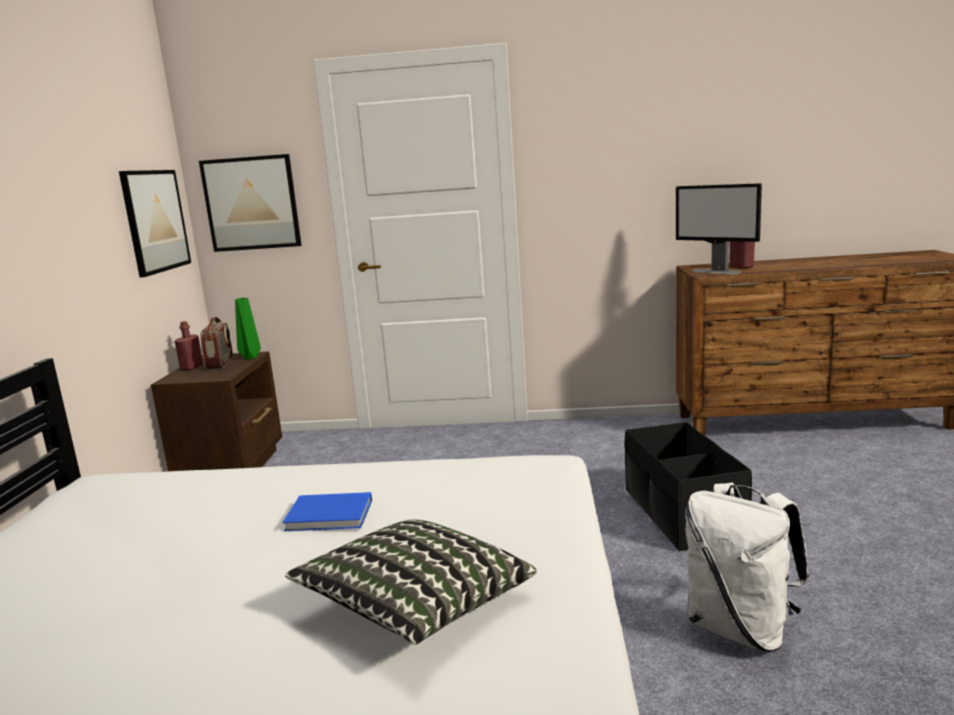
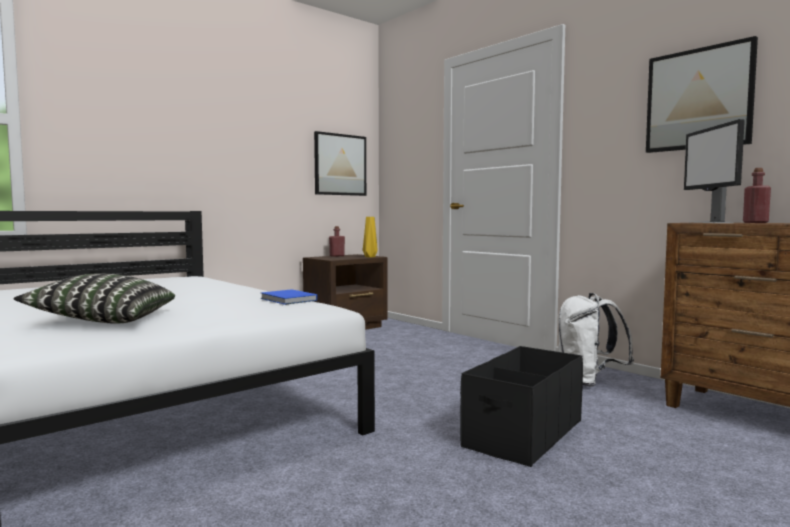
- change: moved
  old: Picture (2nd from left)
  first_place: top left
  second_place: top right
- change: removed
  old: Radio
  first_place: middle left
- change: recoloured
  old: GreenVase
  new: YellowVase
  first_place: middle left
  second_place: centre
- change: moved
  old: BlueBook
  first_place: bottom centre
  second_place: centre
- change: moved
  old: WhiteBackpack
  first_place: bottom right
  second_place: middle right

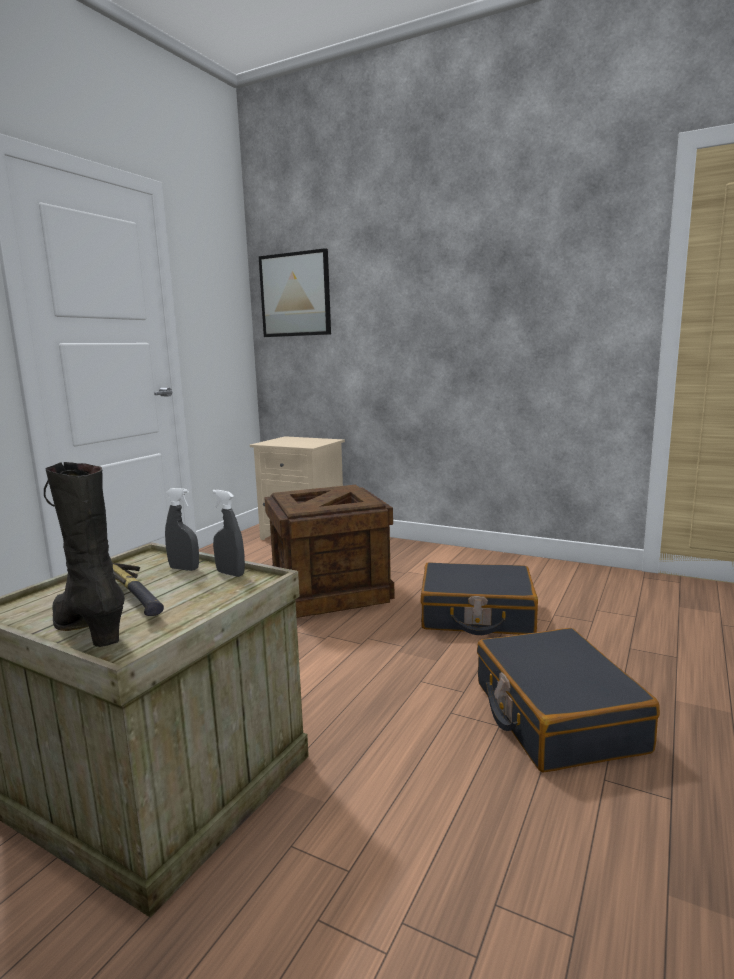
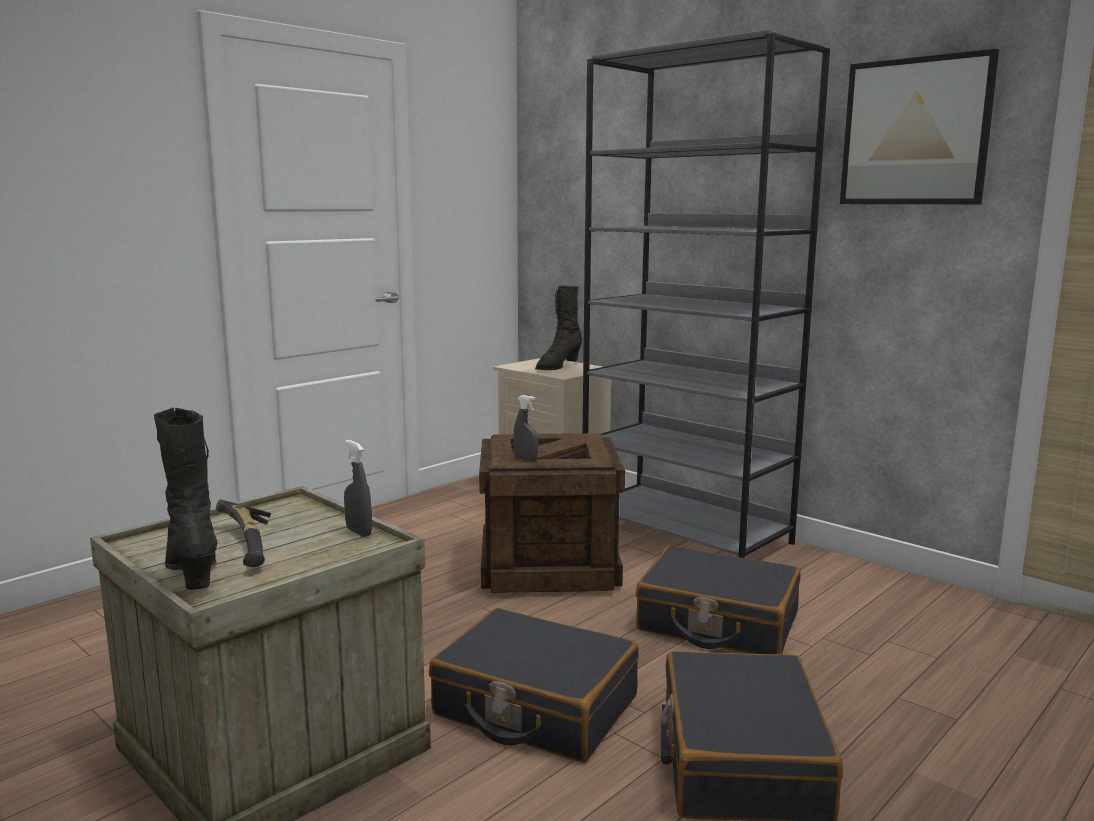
- change: moved
  old: GreySprayBottle (1st from left in the first image)
  new: GreySprayBottle (2nd from left)
  first_place: middle left
  second_place: centre
- change: moved
  old: Picture
  first_place: top centre
  second_place: top right
- change: added
  new: BlackSuitcase (1st from left)
  second_place: bottom centre
- change: added
  new: BlackBoot (2nd from left)
  second_place: centre
- change: added
  new: GreyBookcase
  second_place: centre

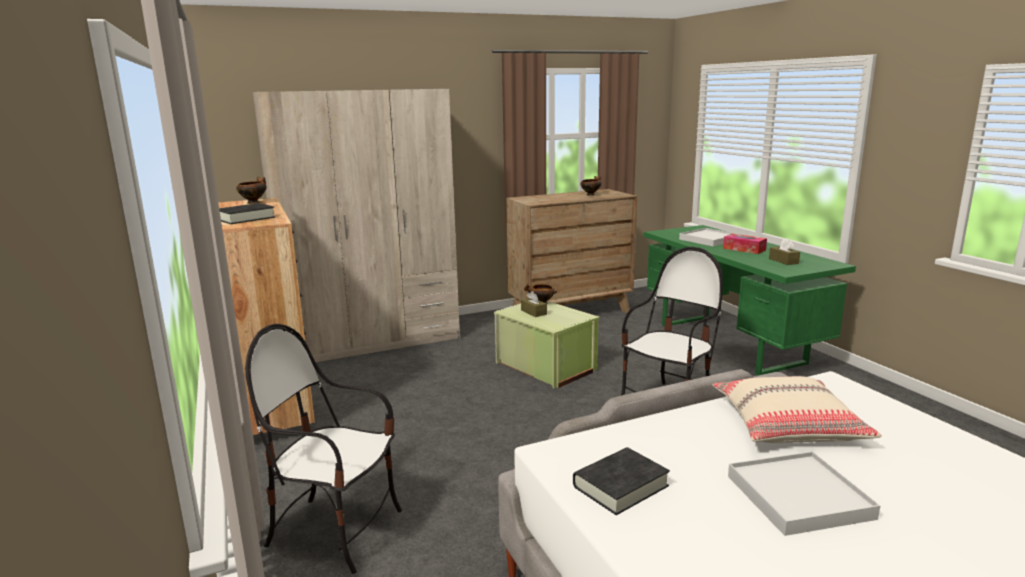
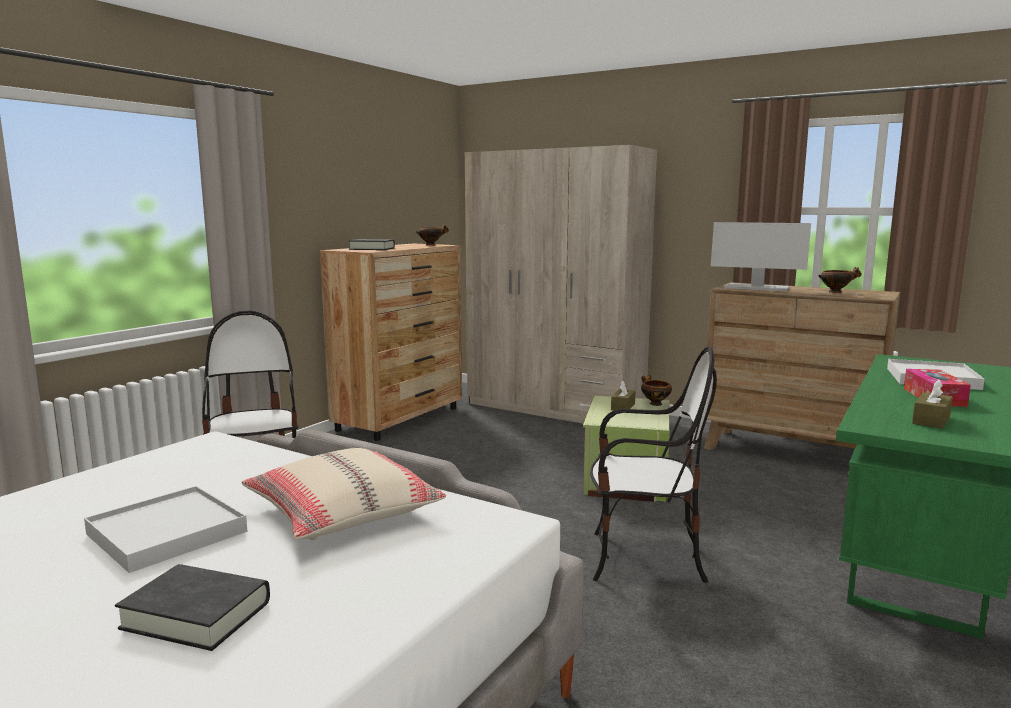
- change: moved
  old: BlackBook (2nd from left in the first image)
  new: BlackBook (1st from left)
  first_place: bottom centre
  second_place: bottom left
- change: added
  new: Monitor
  second_place: middle right

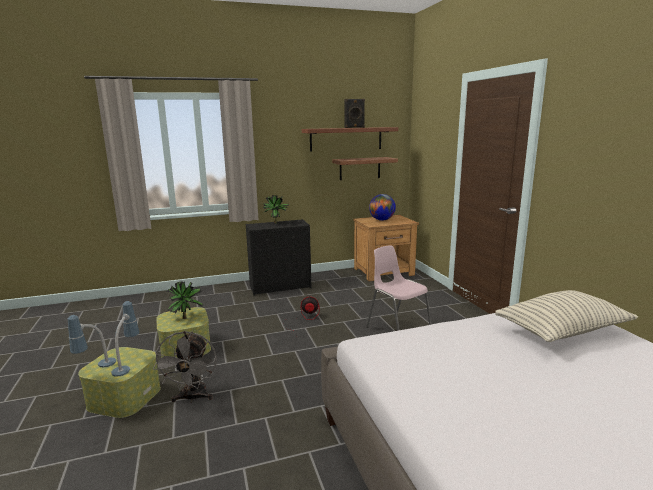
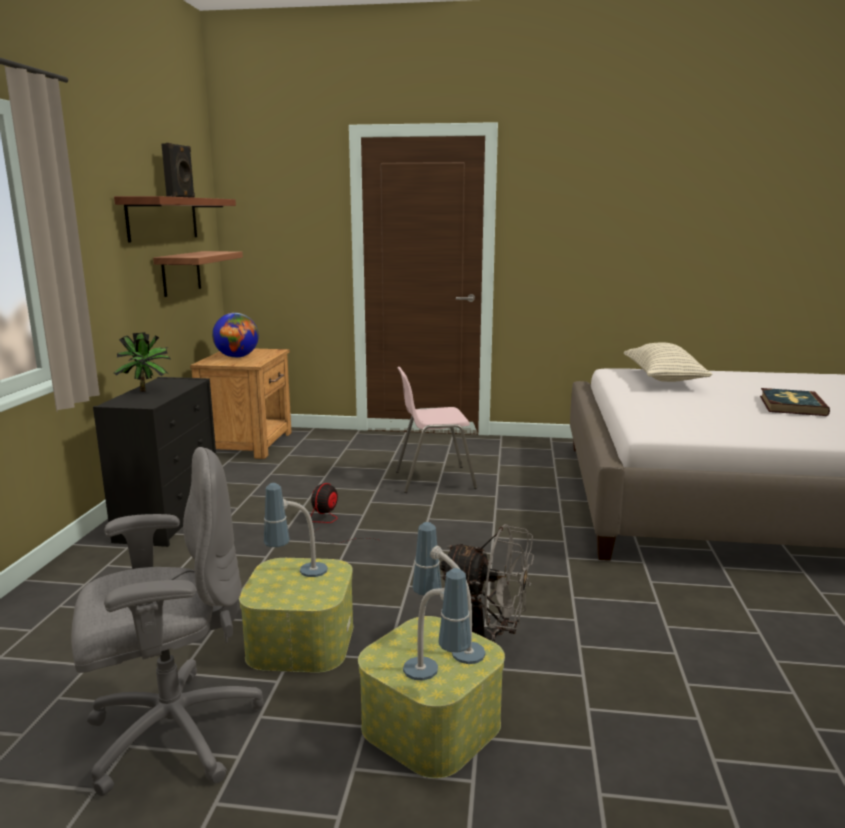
- change: replaced
  old: PottedPlant (1st from left)
  new: TableLamp (1st from left)
  first_place: middle left
  second_place: centre
- change: added
  new: GreyOfficeChair
  second_place: bottom left
- change: added
  new: Book
  second_place: middle right

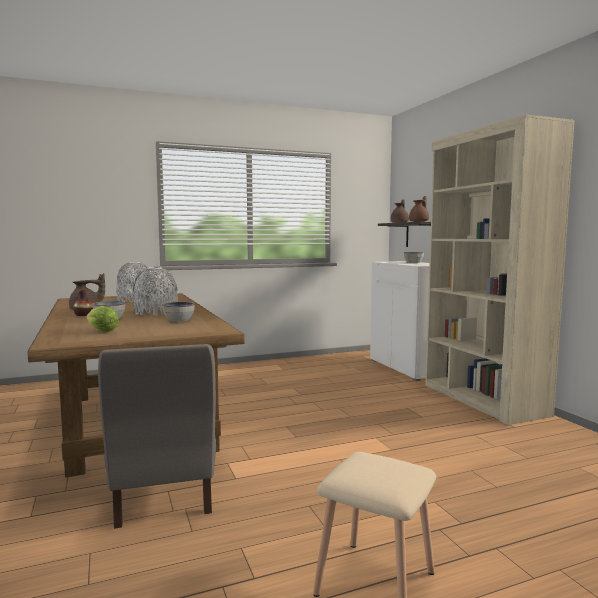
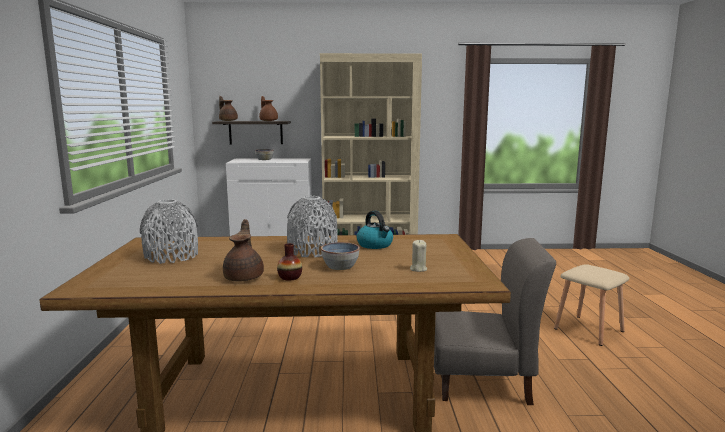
- change: replaced
  old: Lettuce
  new: BeigeCandle
  first_place: middle left
  second_place: centre
- change: replaced
  old: Bowl (2nd from left)
  new: Kettle
  first_place: middle left
  second_place: centre

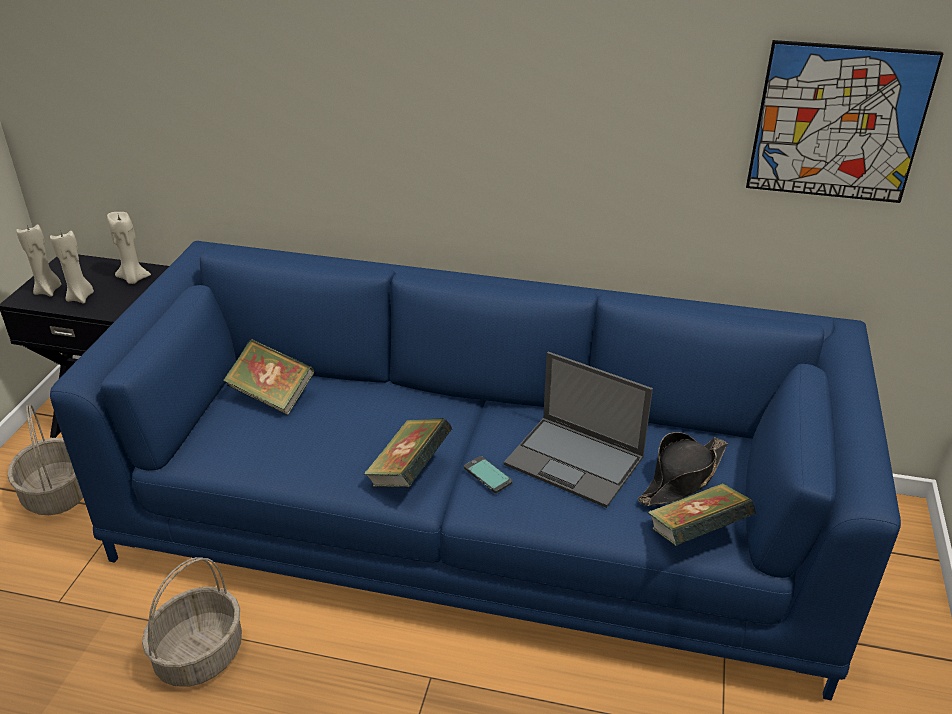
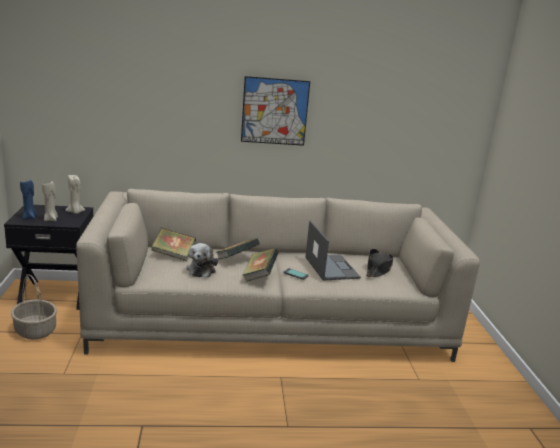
- change: recoloured
  old: BeigeCandle (1st from left)
  new: BlueCandle
  first_place: middle left
  second_place: middle left
- change: recoloured
  old: BlueSofa
  new: BeigeSofa
  first_place: centre
  second_place: centre
- change: removed
  old: Basket (2nd from left)
  first_place: bottom left
- change: turned
  old: Laptop
  first_place: centre
  second_place: centre
  degrees: -120
- change: moved
  old: Book (3rd from left in the first image)
  new: Book (2nd from left)
  first_place: bottom right
  second_place: centre
- change: moved
  old: Picture
  first_place: top right
  second_place: top centre
- change: added
  new: PlushToy
  second_place: centre

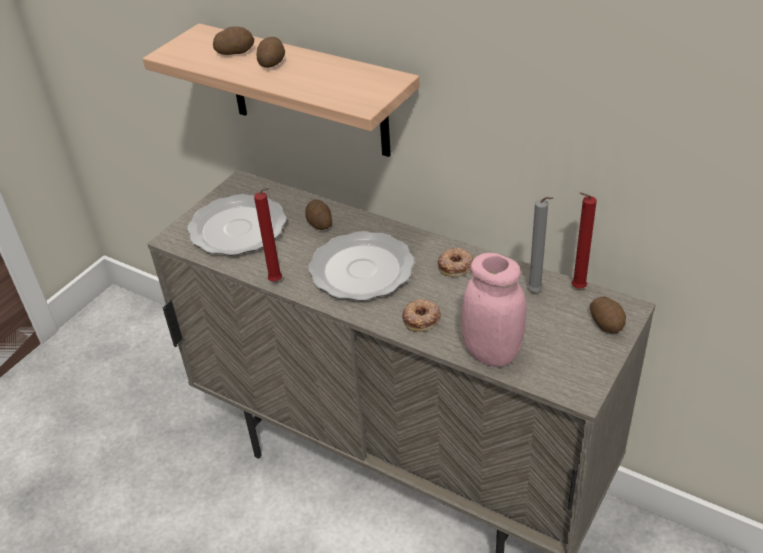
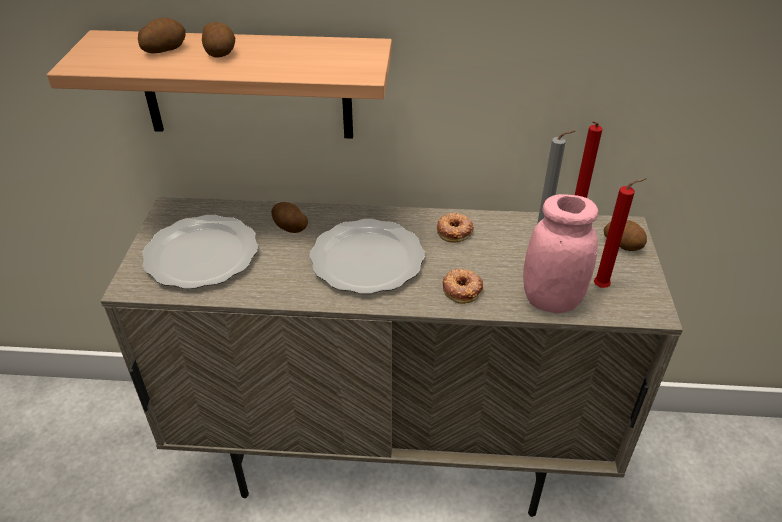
- change: moved
  old: RedCandle (1st from left in the first image)
  new: RedCandle (2nd from left)
  first_place: centre
  second_place: middle right

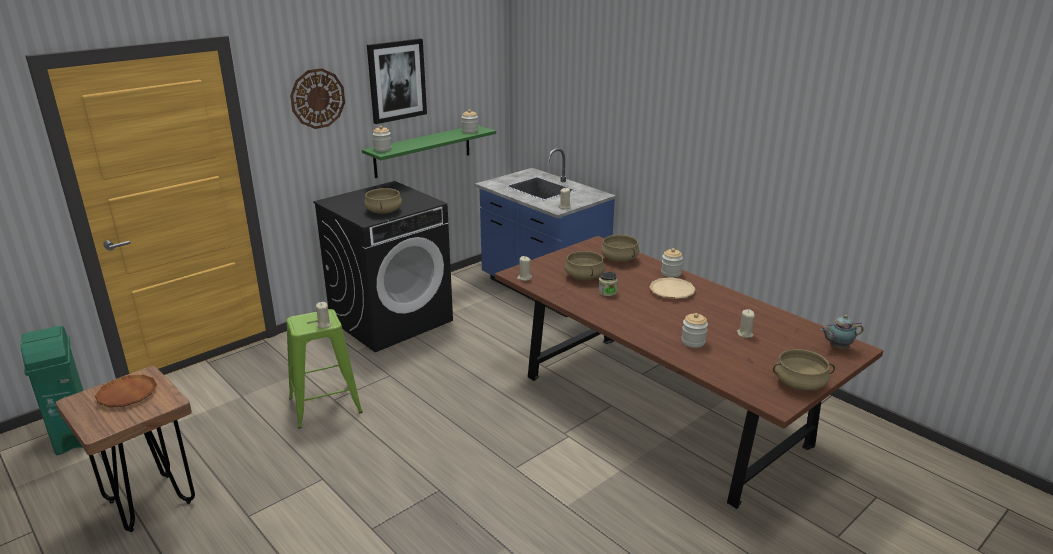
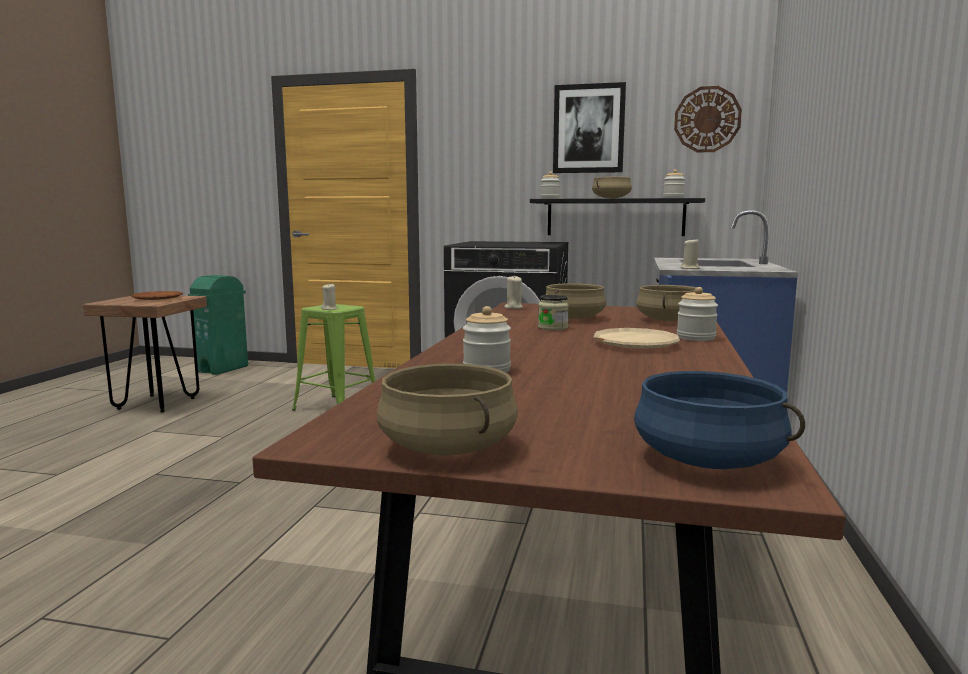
- change: moved
  old: WallClock
  first_place: top left
  second_place: top right
- change: recoloured
  old: GreenShelf
  new: BlackShelf
  first_place: top centre
  second_place: top centre
- change: moved
  old: BeigeCookingPot (1st from left in the first image)
  new: BeigeCookingPot (3rd from left)
  first_place: centre
  second_place: top centre
- change: removed
  old: BeigeCandle (4th from left)
  first_place: middle right
- change: replaced
  old: Teapot
  new: BlueCookingPot
  first_place: middle right
  second_place: middle right

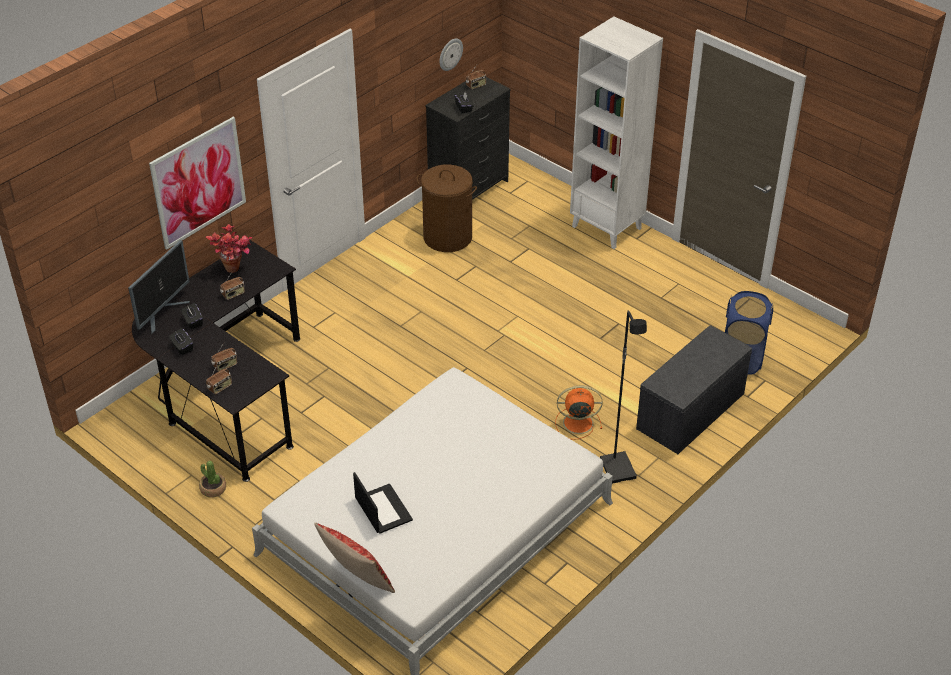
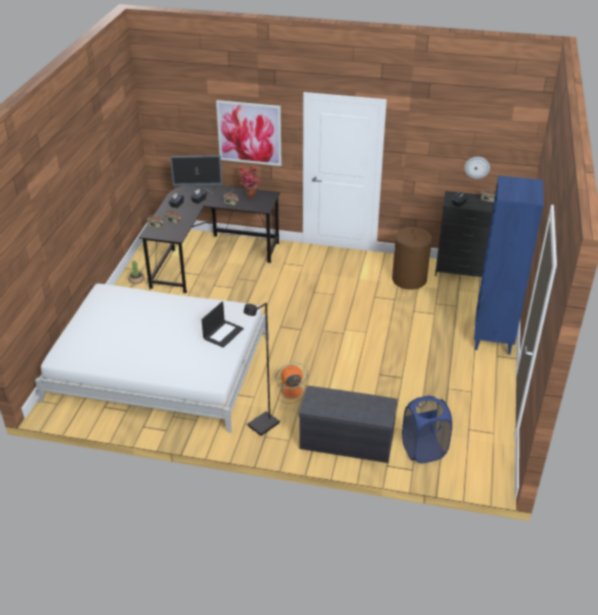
- change: removed
  old: Pillow
  first_place: bottom centre
- change: moved
  old: Laptop
  first_place: bottom centre
  second_place: centre
- change: turned
  old: OrangeFan
  first_place: centre
  second_place: centre
  degrees: -75
- change: recoloured
  old: WhiteBookcase
  new: BlueBookcase
  first_place: top centre
  second_place: middle right

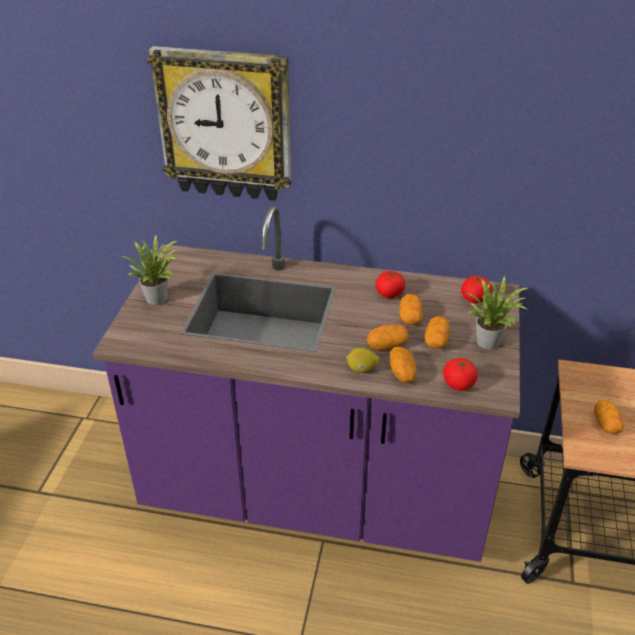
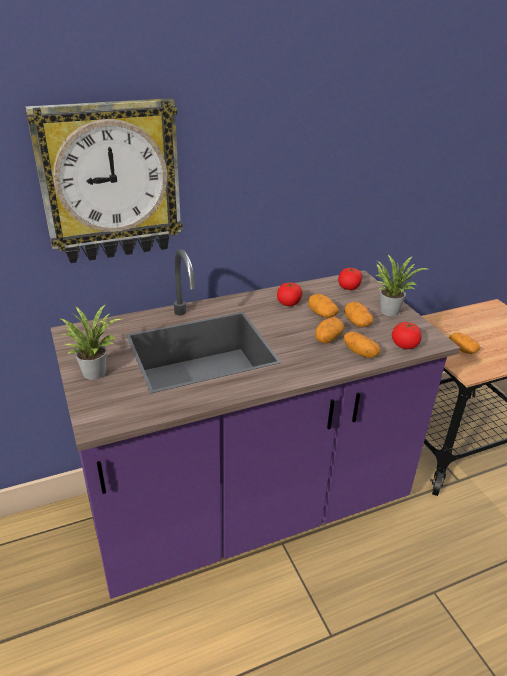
- change: removed
  old: Lemon
  first_place: centre

